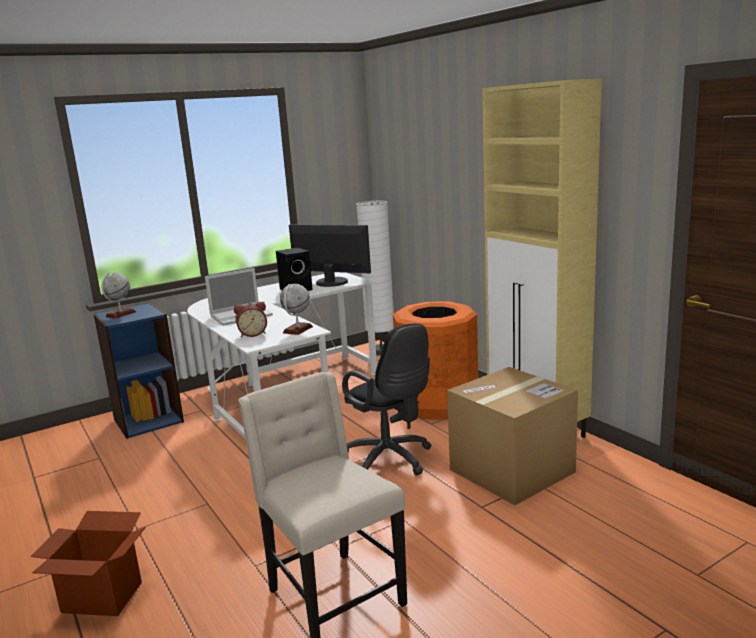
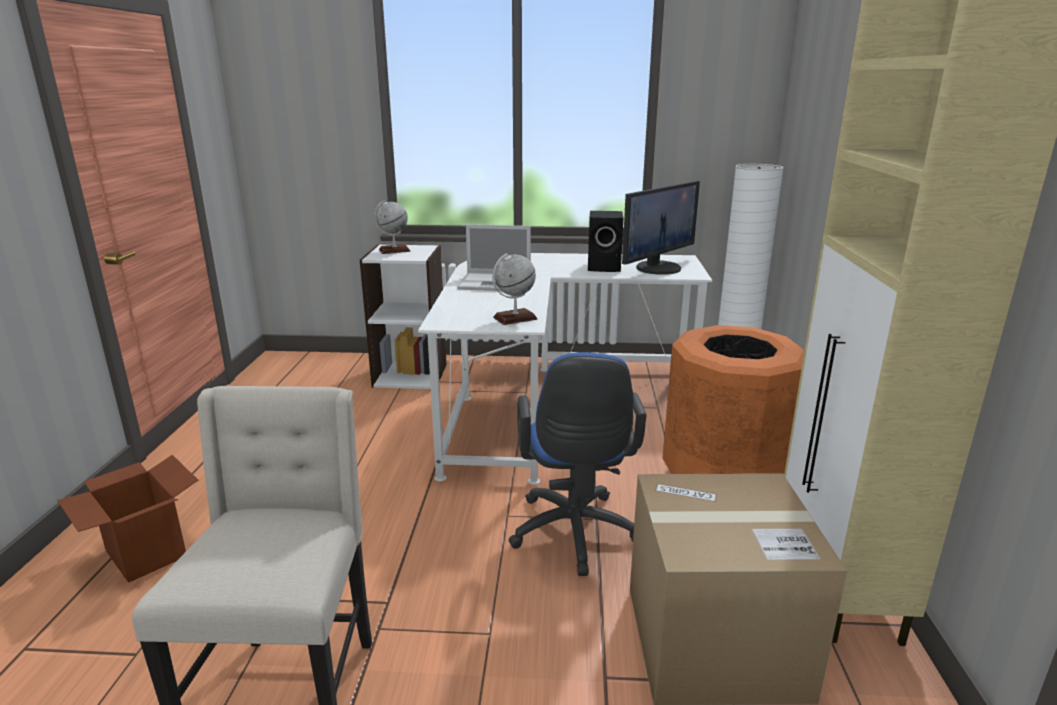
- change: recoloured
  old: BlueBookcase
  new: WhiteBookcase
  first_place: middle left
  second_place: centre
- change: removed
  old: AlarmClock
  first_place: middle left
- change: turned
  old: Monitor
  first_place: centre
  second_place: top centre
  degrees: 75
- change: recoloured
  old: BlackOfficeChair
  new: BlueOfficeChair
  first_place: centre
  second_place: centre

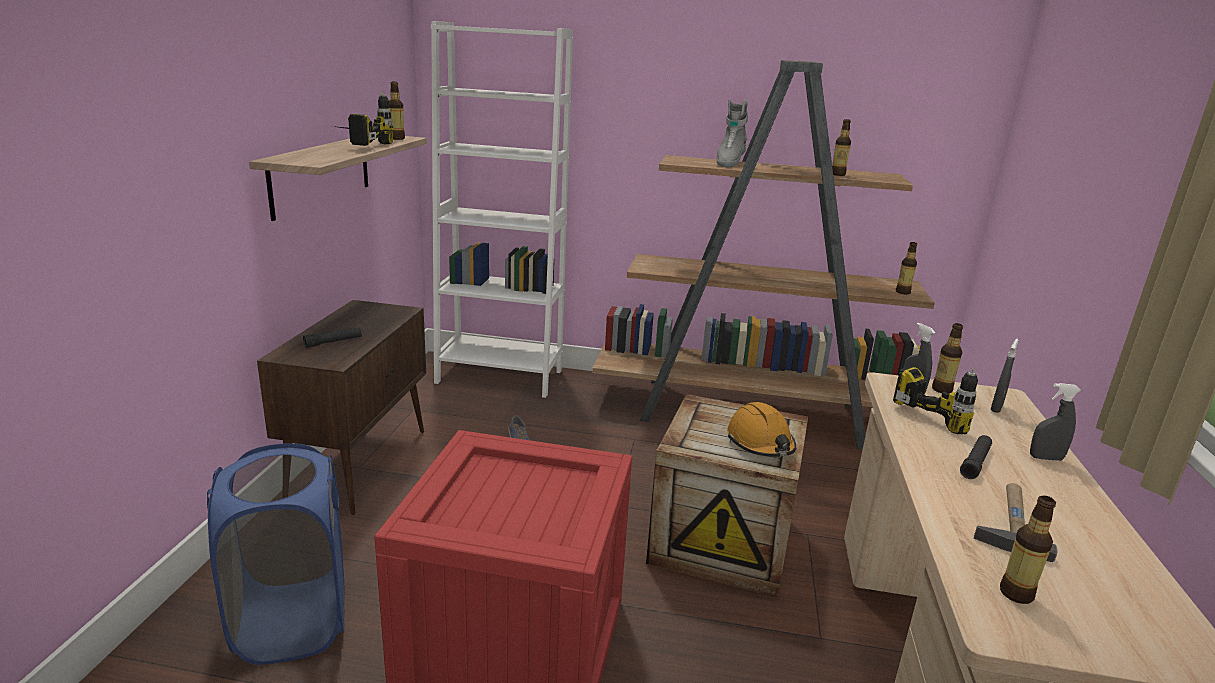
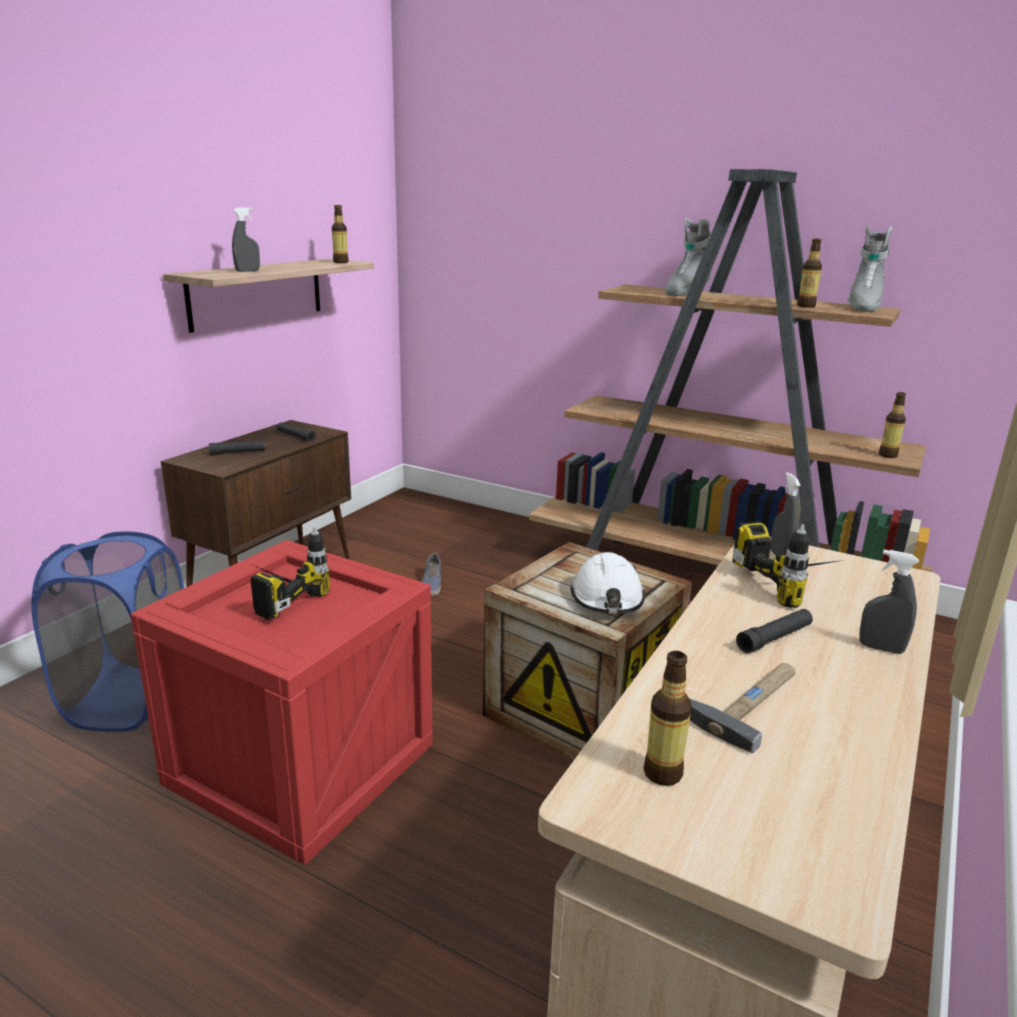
- change: moved
  old: PowerDrill (1st from left)
  first_place: top left
  second_place: middle left
- change: removed
  old: WhiteBookcase
  first_place: top centre
- change: recoloured
  old: OrangeHardHat
  new: WhiteHardHat
  first_place: centre
  second_place: centre
- change: removed
  old: Bottle (4th from left)
  first_place: middle right
- change: moved
  old: GreySprayBottle (2nd from left in the first image)
  new: GreySprayBottle (1st from left)
  first_place: middle right
  second_place: top left
- change: added
  new: BlackFlashlight (2nd from left)
  second_place: middle left
- change: added
  new: GreyBoot (2nd from left)
  second_place: top right

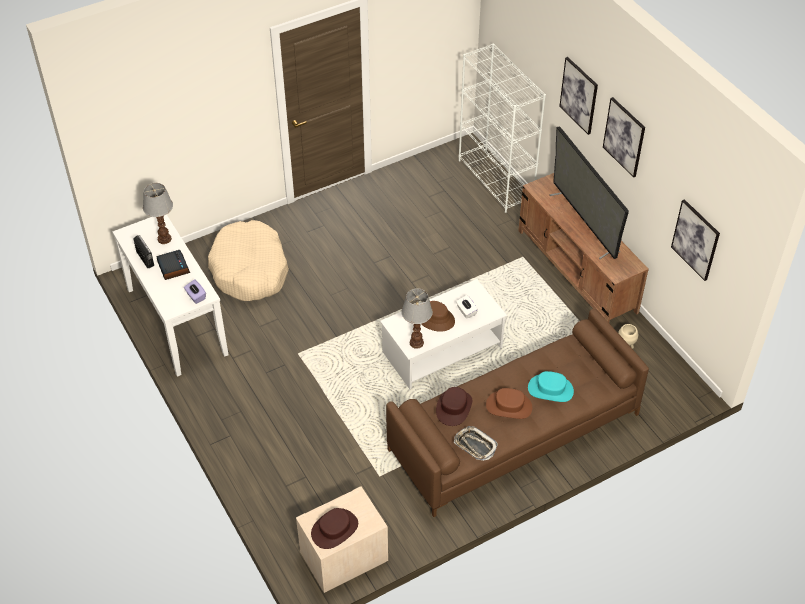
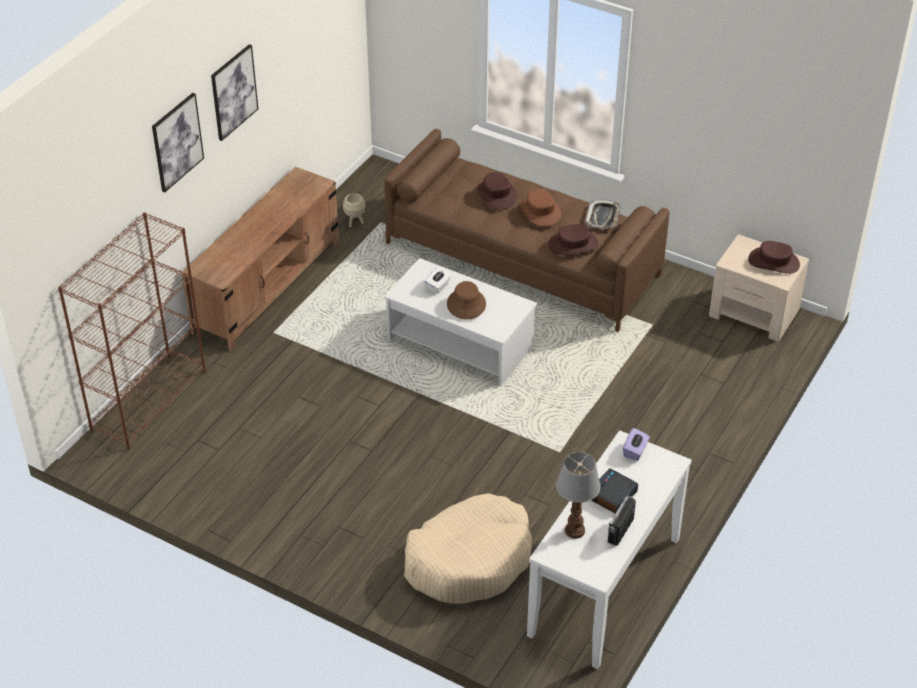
- change: removed
  old: TableLamp (2nd from left)
  first_place: centre
- change: recoloured
  old: WhiteBookcase
  new: BrownBookcase
  first_place: top centre
  second_place: middle left
- change: recoloured
  old: TurquoiseHat
  new: BrownHat (2nd from left)
  first_place: middle right
  second_place: top centre
- change: removed
  old: Television
  first_place: top right
- change: removed
  old: Picture (3rd from left)
  first_place: middle right

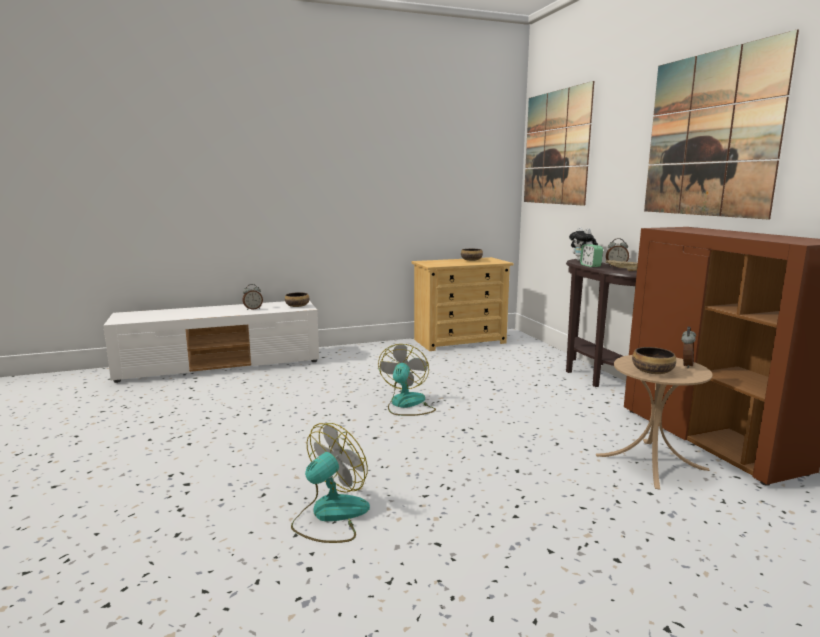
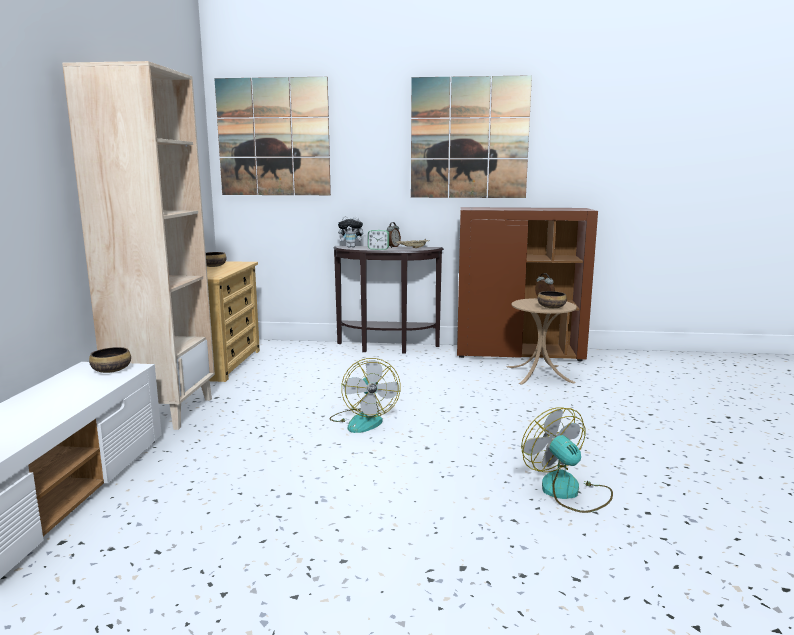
- change: removed
  old: AlarmClock (1st from left)
  first_place: middle left
- change: turned
  old: Fan (2nd from left in the first image)
  first_place: centre
  second_place: centre
  degrees: -135
- change: added
  new: BeigeBookcase
  second_place: middle left

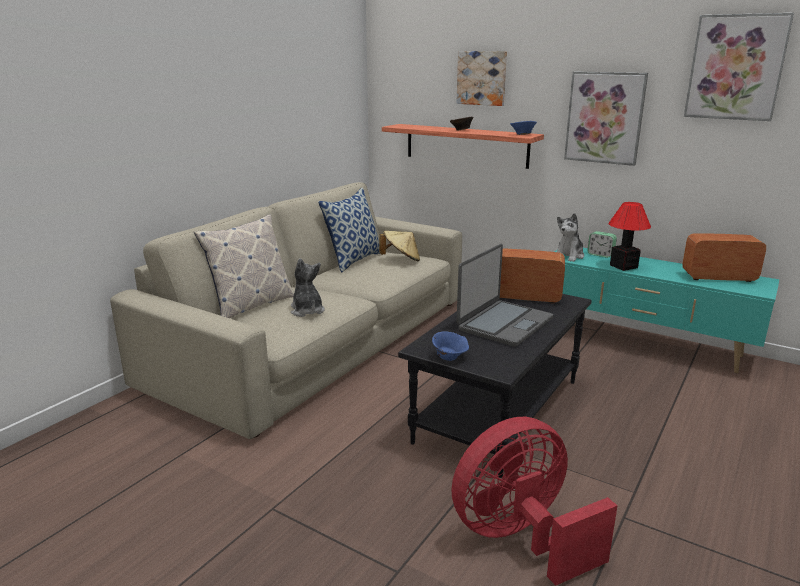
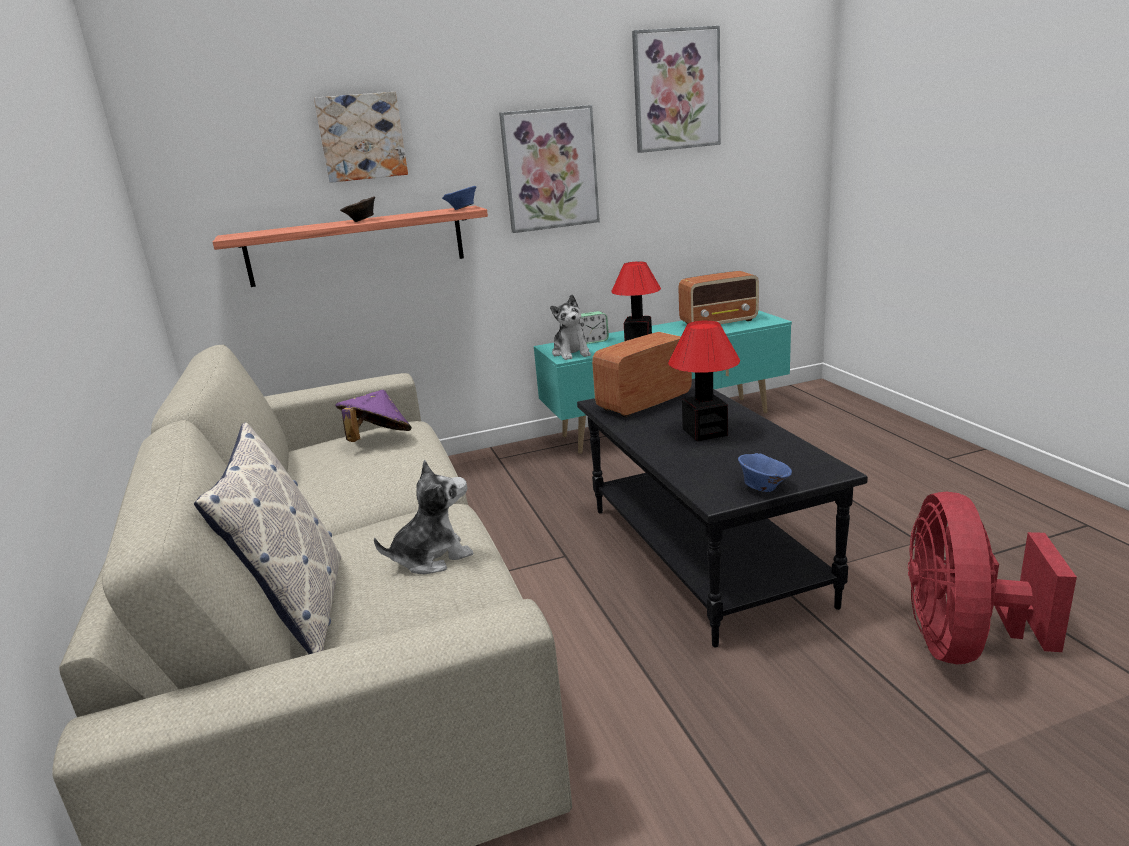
- change: turned
  old: PlushToy (1st from left)
  first_place: centre
  second_place: centre
  degrees: 135
- change: removed
  old: Pillow (2nd from left)
  first_place: centre
- change: recoloured
  old: BeigeHat
  new: PurpleHat
  first_place: centre
  second_place: middle left
- change: replaced
  old: Laptop
  new: TableLamp (2nd from left)
  first_place: centre
  second_place: centre
- change: turned
  old: Radio (2nd from left)
  first_place: middle right
  second_place: centre
  degrees: -150

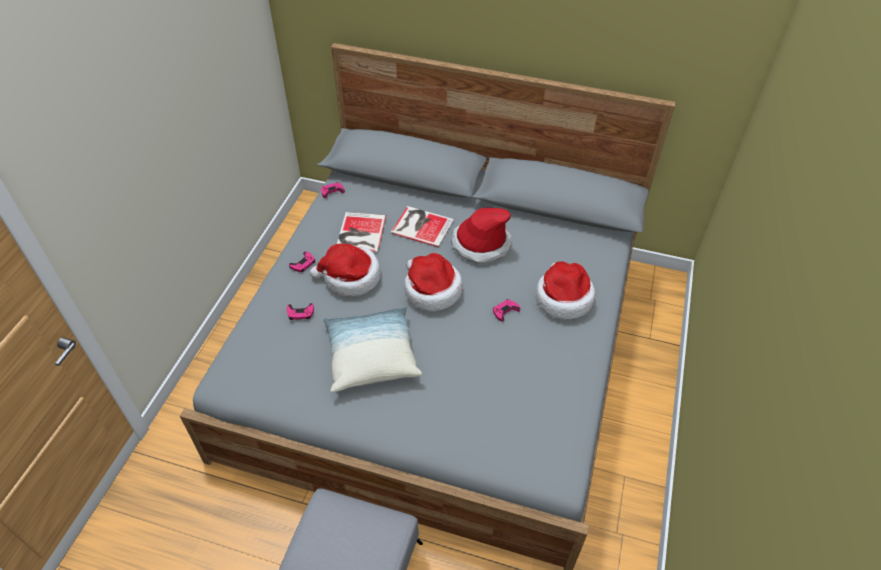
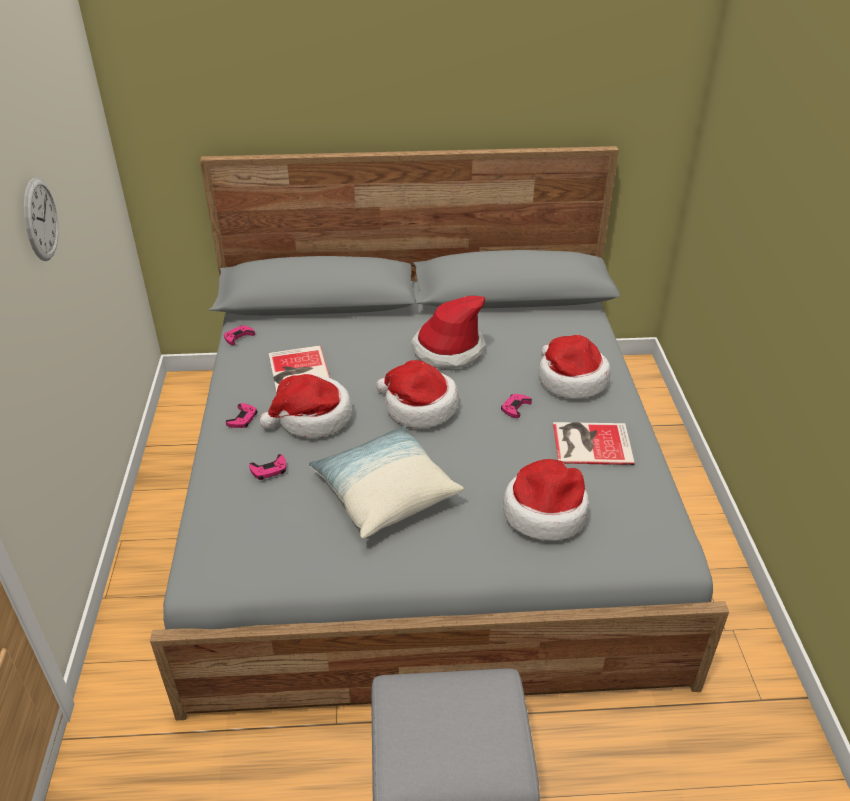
- change: moved
  old: Book (2nd from left)
  first_place: centre
  second_place: middle right
- change: added
  new: WallClock
  second_place: top left
- change: added
  new: Hat (4th from left)
  second_place: centre

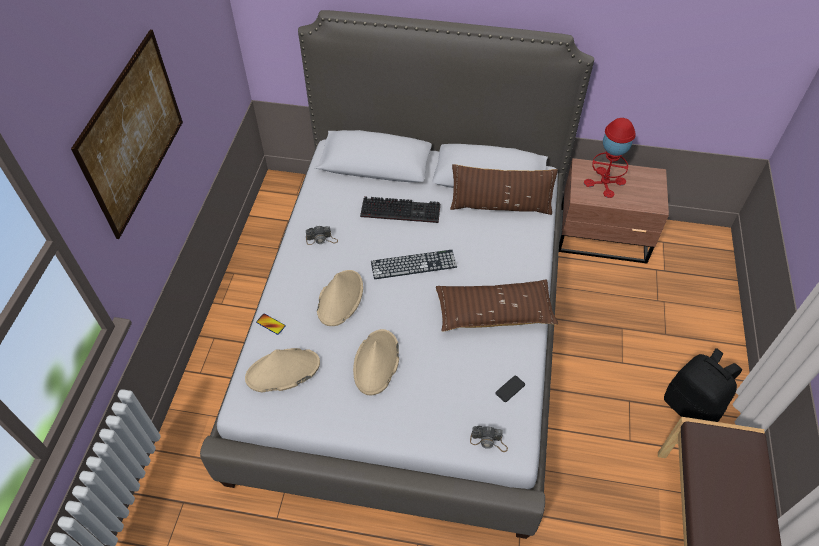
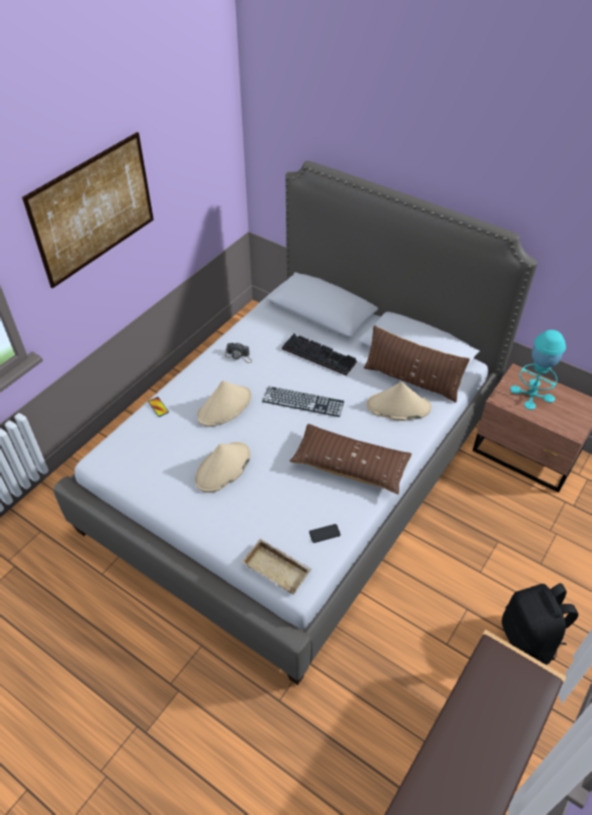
- change: moved
  old: BeigeHat (1st from left in the first image)
  new: BeigeHat (3rd from left)
  first_place: bottom centre
  second_place: middle right
- change: replaced
  old: PhotoCamera (2nd from left)
  new: BeigeTray
  first_place: bottom centre
  second_place: bottom centre
- change: recoloured
  old: RedTableLamp
  new: TurquoiseTableLamp
  first_place: top right
  second_place: middle right

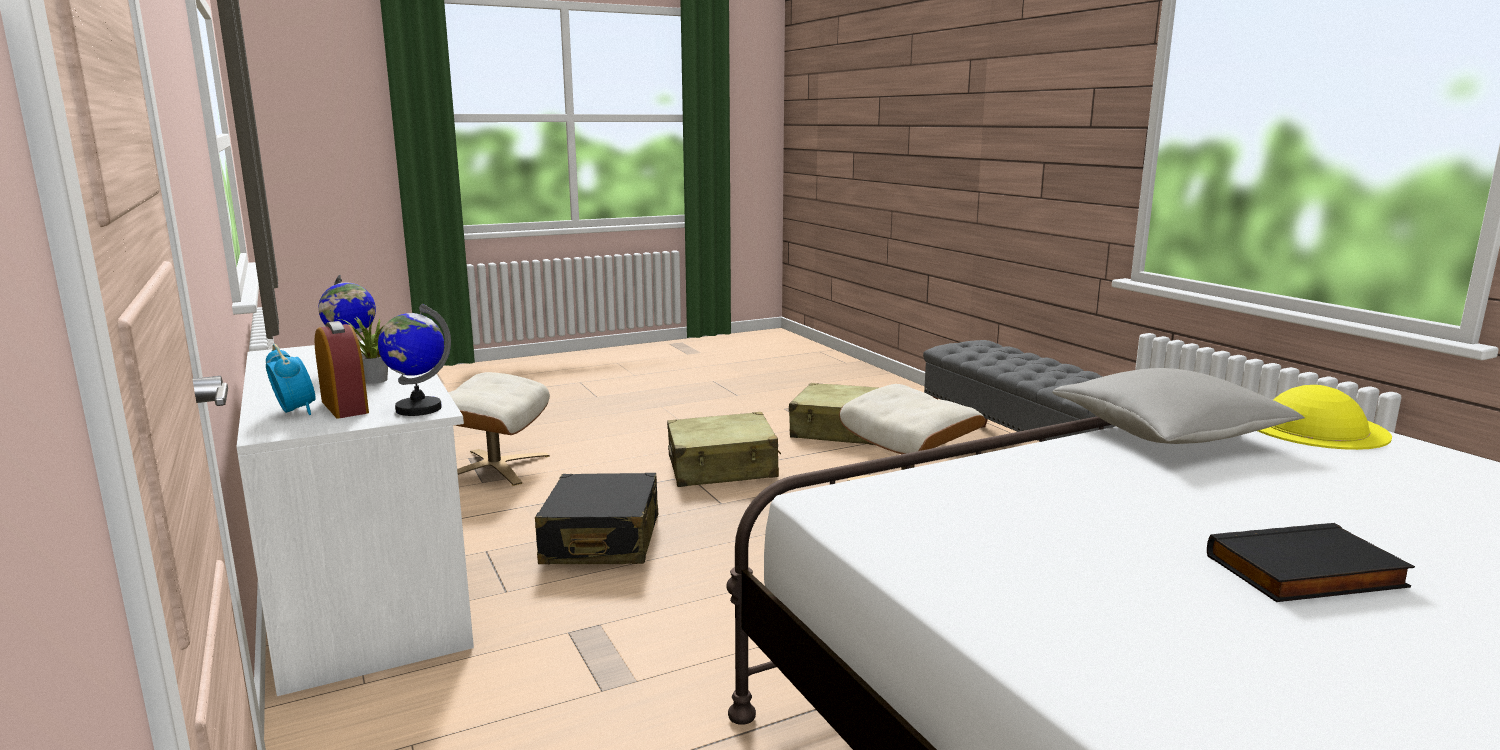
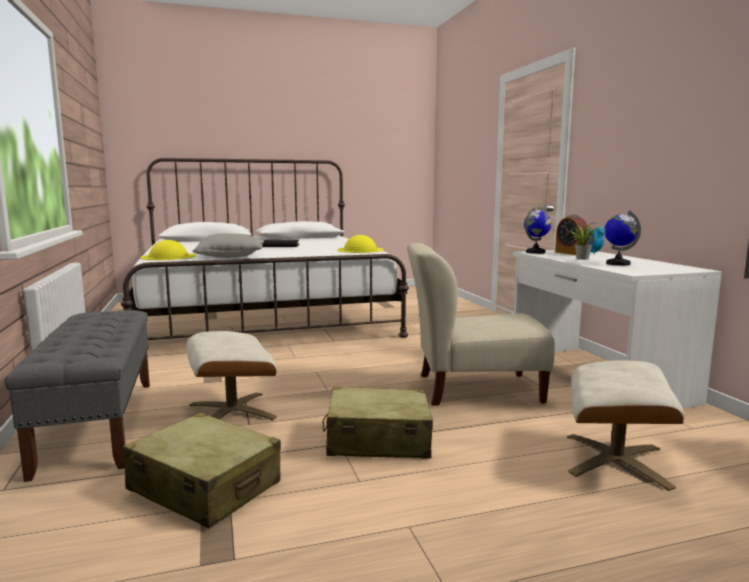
- change: replaced
  old: BlackSuitcase
  new: BeigeChair
  first_place: bottom centre
  second_place: centre
- change: added
  new: YellowHat (2nd from left)
  second_place: centre

